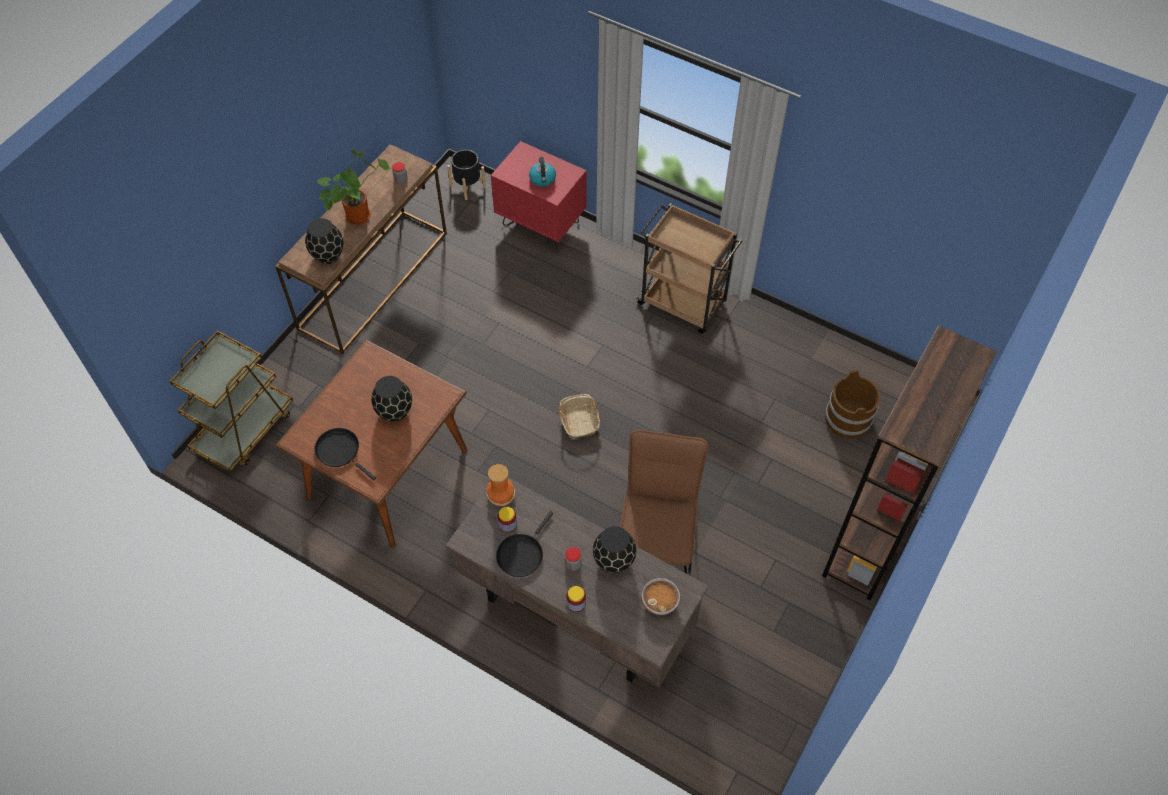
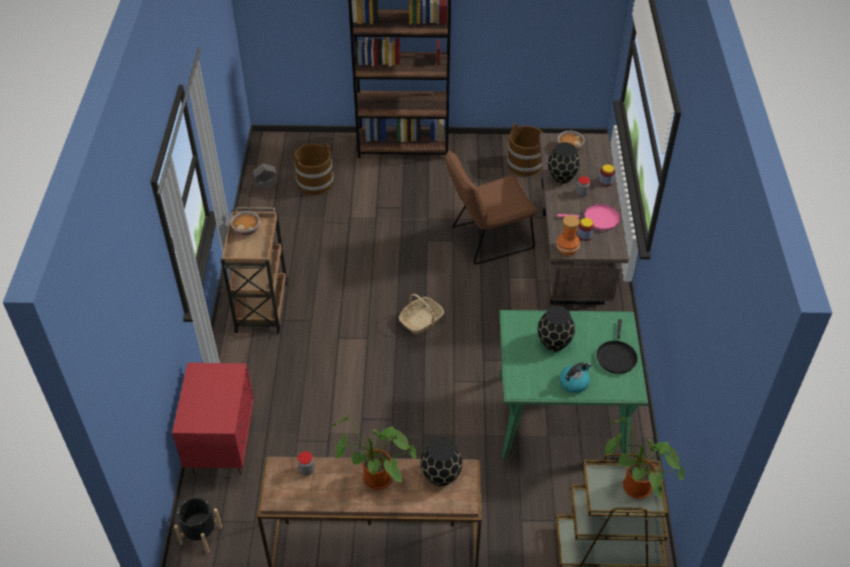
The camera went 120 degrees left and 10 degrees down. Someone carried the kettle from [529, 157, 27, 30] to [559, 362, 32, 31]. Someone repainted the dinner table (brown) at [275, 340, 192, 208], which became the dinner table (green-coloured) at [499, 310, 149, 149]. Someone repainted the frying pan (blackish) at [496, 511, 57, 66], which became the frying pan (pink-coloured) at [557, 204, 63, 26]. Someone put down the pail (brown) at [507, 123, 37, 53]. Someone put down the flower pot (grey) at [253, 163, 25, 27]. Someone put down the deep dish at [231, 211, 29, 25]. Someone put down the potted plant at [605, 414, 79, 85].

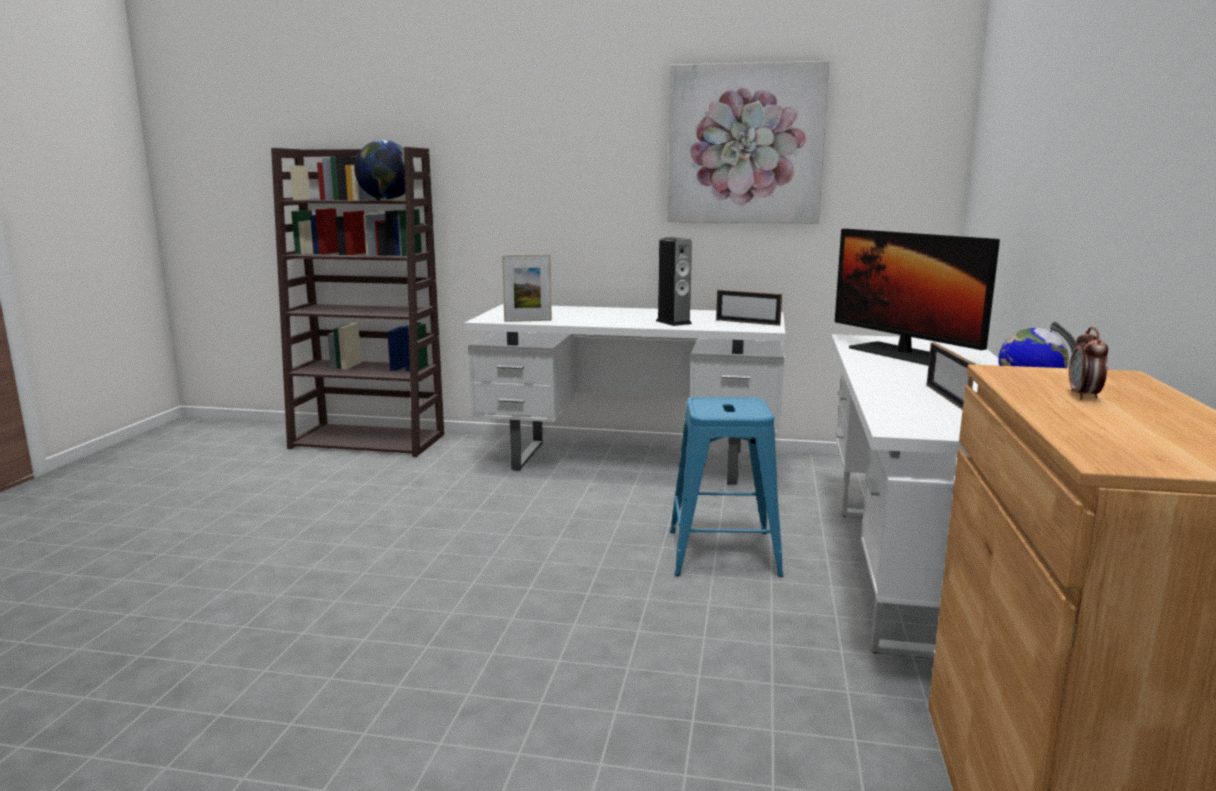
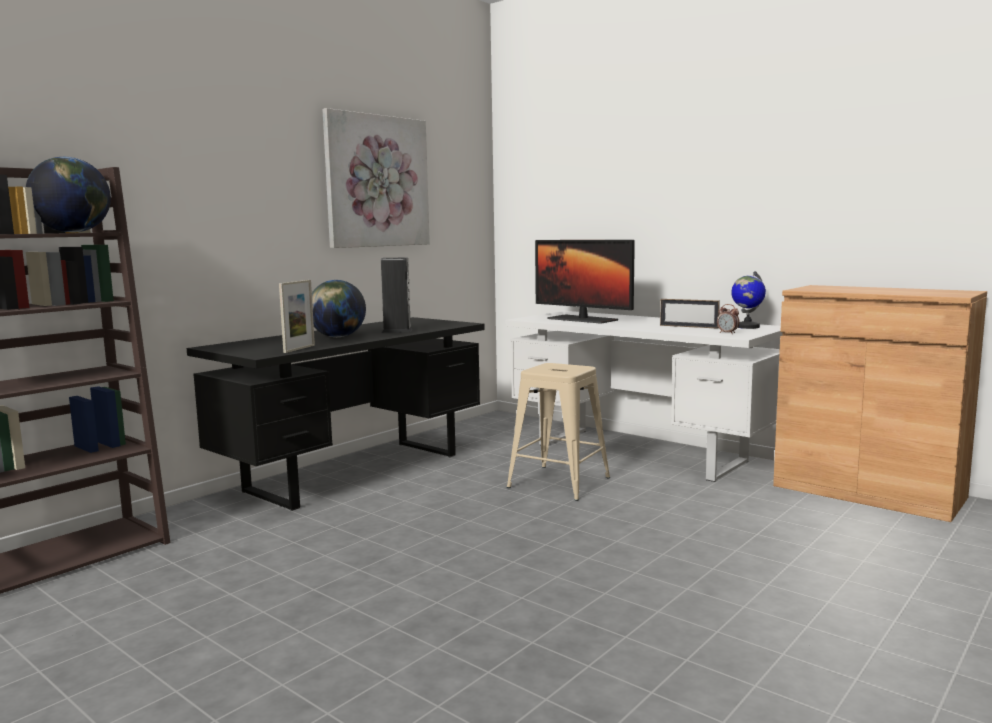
The camera went 60 degrees left and 5 degrees down. Someone rotated the computer screen at [835, 229, 165, 137] by 45 degrees clockwise. Someone took away the standing frame at [716, 290, 66, 36]. Someone repainted the desk (whitish) at [464, 304, 322, 181], which became the desk (blackish) at [187, 317, 298, 194]. Someone carried the table clock from [1069, 327, 39, 73] to [717, 304, 23, 30]. Someone repainted the sitting stool (blue) at [670, 397, 114, 180], which became the sitting stool (beige-coloured) at [507, 363, 103, 138]. Someone put down the world globe at [312, 280, 54, 57].

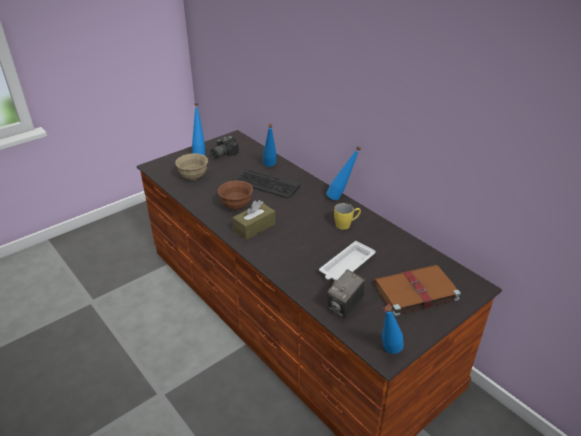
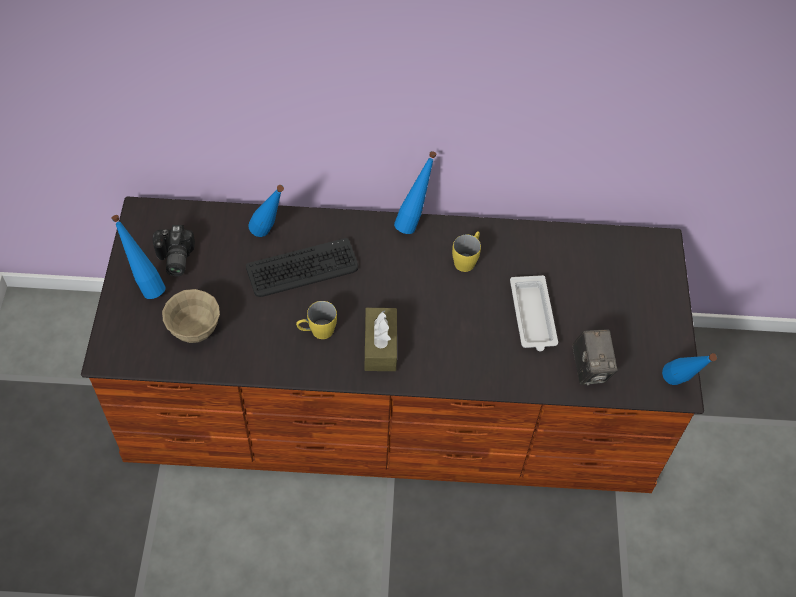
The camera went 50 degrees left and 20 degrees up. Someone swapped the deep dish (brown) at [218, 180, 35, 30] for the tea mug (yellowish) at [296, 301, 41, 38]. Someone took away the volume (brown) at [374, 265, 87, 51].

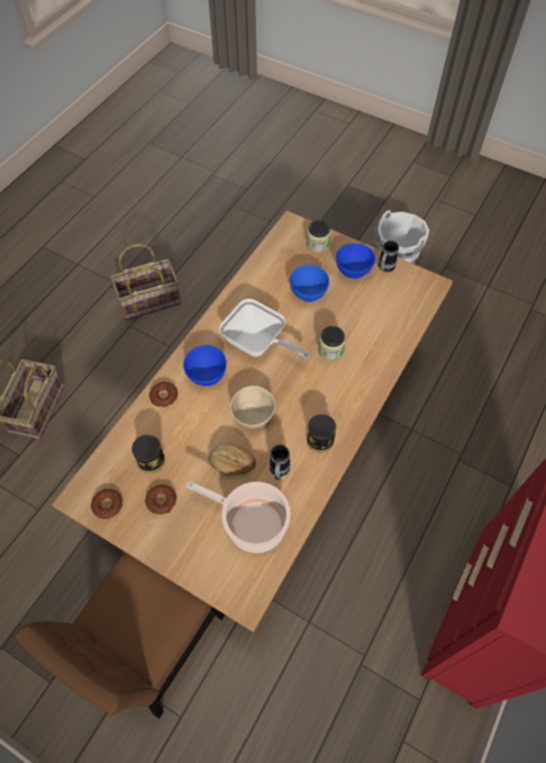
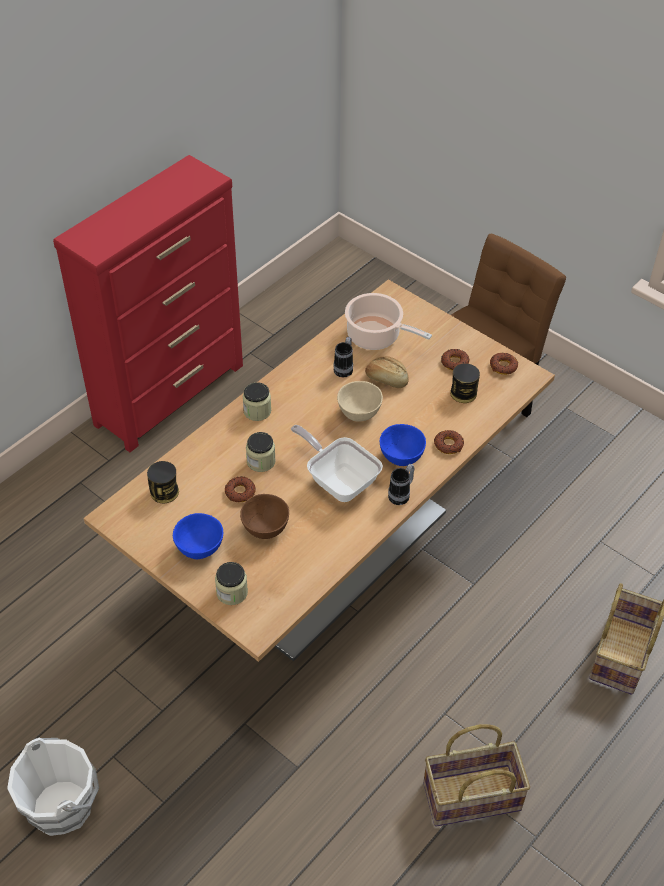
The camera went 170 degrees left and 10 degrees down. Someone carried the tea mug from [378, 241, 21, 31] to [388, 464, 27, 41]. Someone repainted the deep dish (blue) at [289, 265, 40, 37], which became the deep dish (brown) at [240, 494, 49, 45]. Someone carried the can from [307, 414, 29, 38] to [147, 461, 32, 42]. Someone put down the preserve jar at [243, 382, 28, 39]. Someone put down the donut at [225, 477, 31, 25].

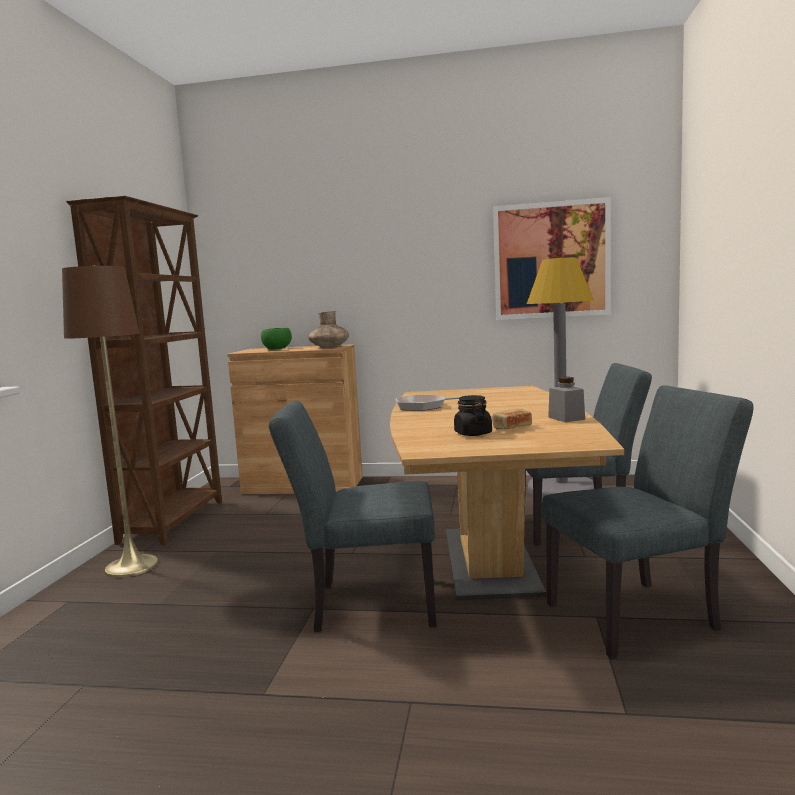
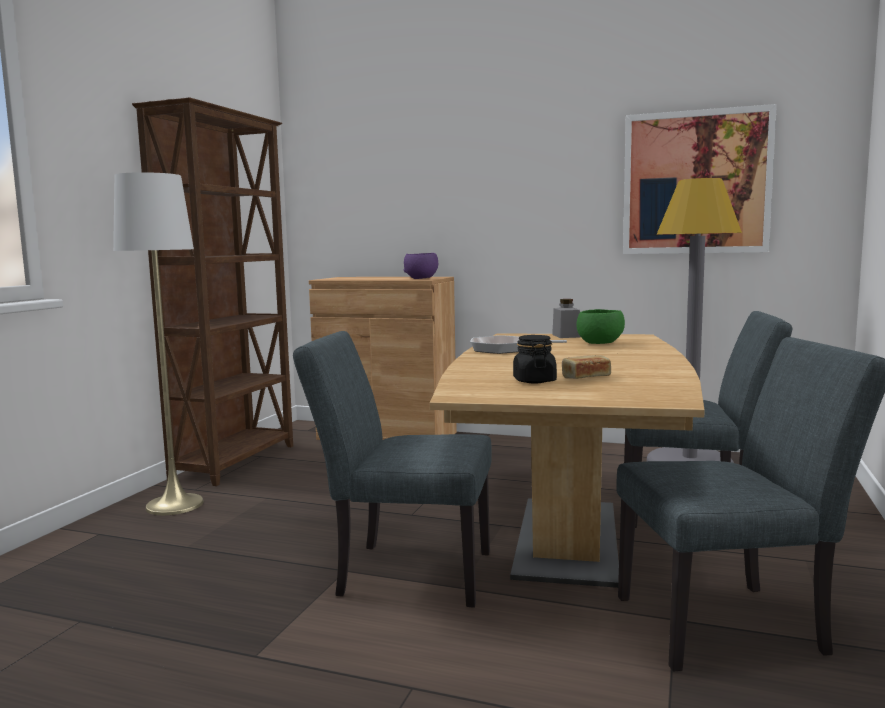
The camera went 10 degrees right and 0 degrees up. Someone repainted the standard lamp (brown) at [62, 265, 97, 313], which became the standard lamp (whitish) at [113, 172, 91, 343]. Someone swapped the decorative vase (brown) at [308, 311, 41, 37] for the deep dish (purple) at [403, 253, 35, 26]. Someone carried the deep dish (green-coloured) from [261, 328, 31, 22] to [576, 309, 49, 35]. Someone carried the preserve jar (grey) from [548, 377, 37, 45] to [552, 299, 28, 39].

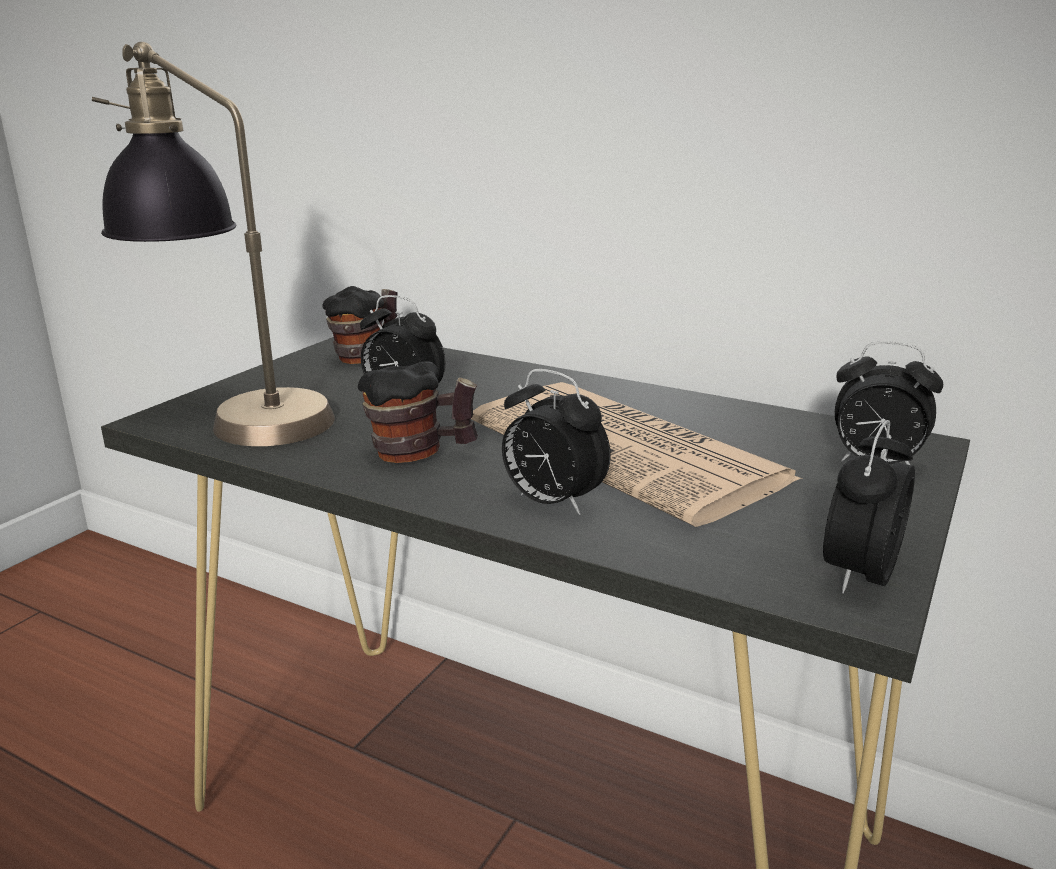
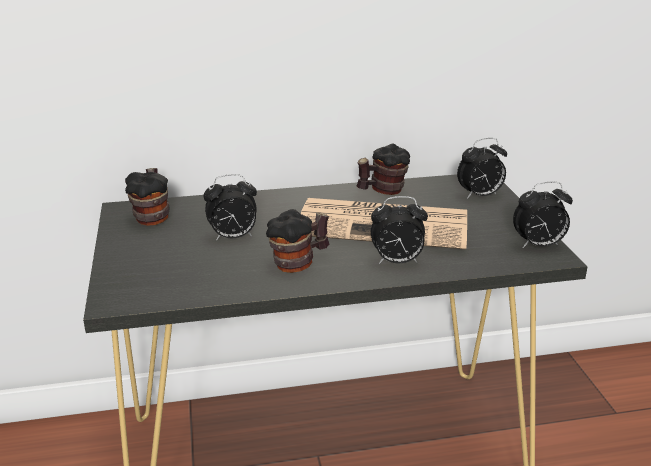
The camera went 40 degrees left and 5 degrees up. Someone took away the tabletop lamp at [92, 42, 243, 404]. Someone rotated the table clock at [823, 420, 92, 174] by 90 degrees counterclockwise. Someone put down the tea mug at [357, 144, 53, 51].

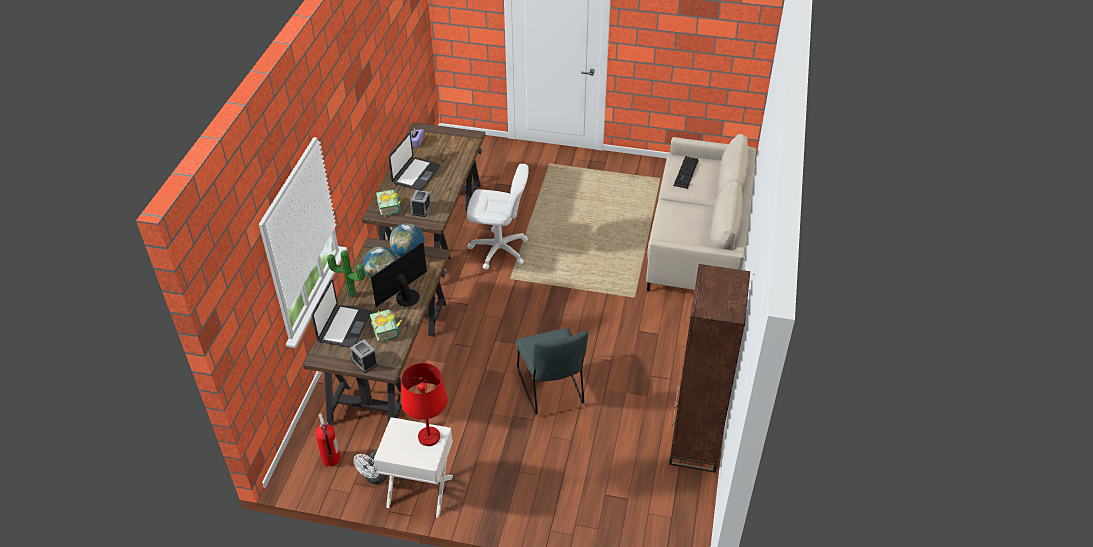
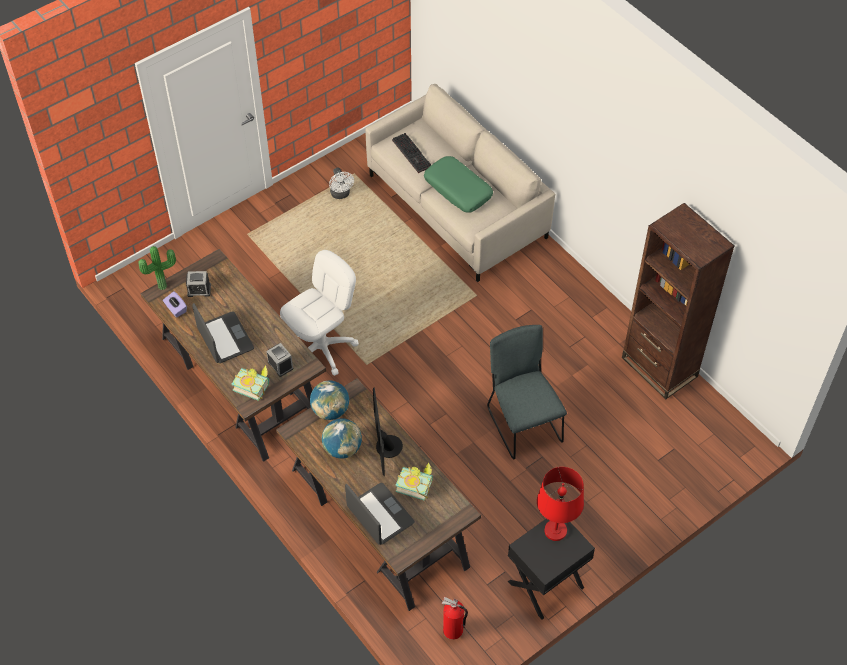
The camera went 50 degrees left and 10 degrees up. Someone carried the potted plant from [327, 250, 38, 48] to [138, 246, 38, 44]. Someone rotated the chair (grey) at [516, 328, 73, 87] by 135 degrees counterclockwise. Someone carried the table clock from [350, 339, 28, 34] to [186, 271, 25, 26]. Someone repainted the bedside table (whitish) at [374, 417, 79, 101], which became the bedside table (blackish) at [508, 519, 87, 100]. Someone carried the electric fan (whitish) from [353, 449, 35, 36] to [329, 168, 25, 31]. Someone put down the cushion (green-coloured) at [424, 156, 69, 56].

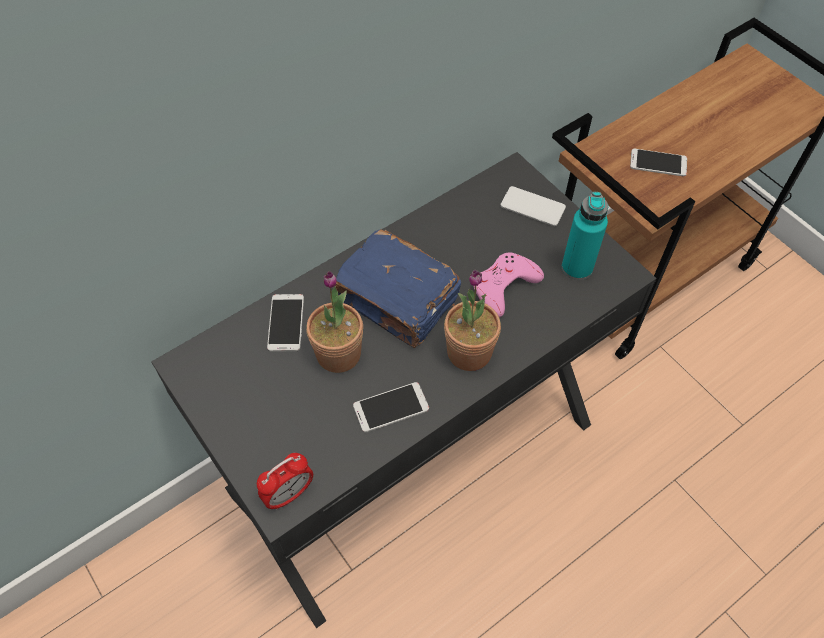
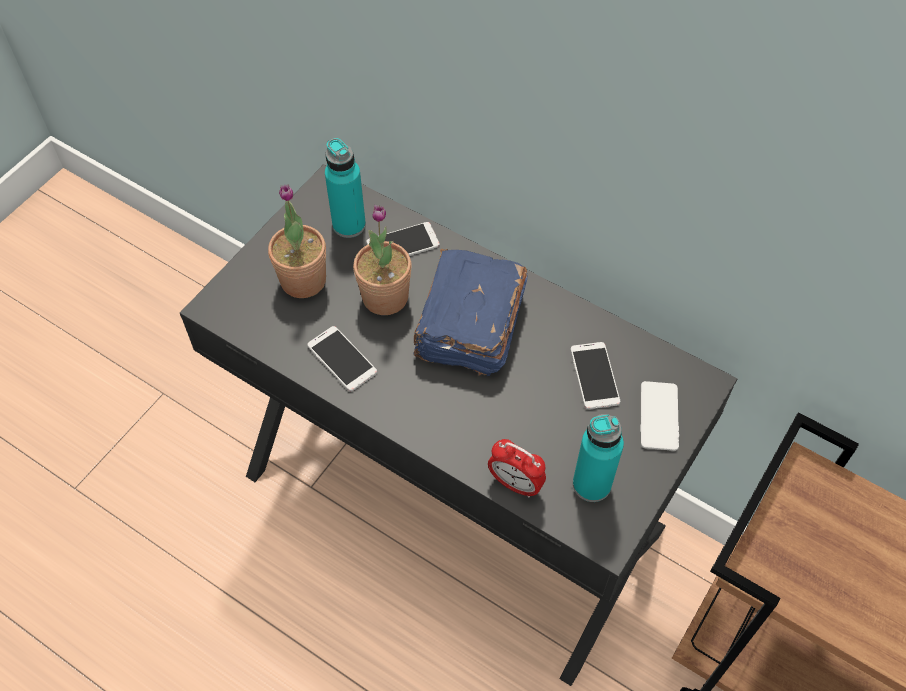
The camera went 70 degrees right and 0 degrees up. Someone carried the phone from [630, 149, 57, 28] to [570, 342, 50, 67]. Someone took away the gamepad (pink-coloured) at [474, 252, 70, 66]. Someone carried the potted plant from [444, 269, 57, 102] to [268, 184, 58, 114]. Someone carried the table clock from [257, 453, 56, 57] to [488, 439, 58, 58]. Someone put down the bottle (blue-green) at [325, 138, 41, 100].

